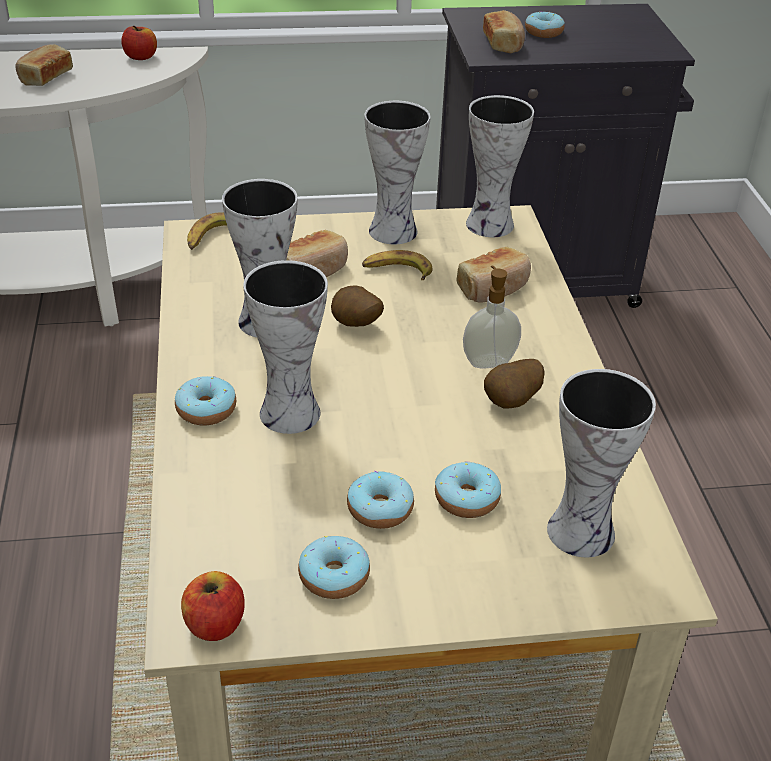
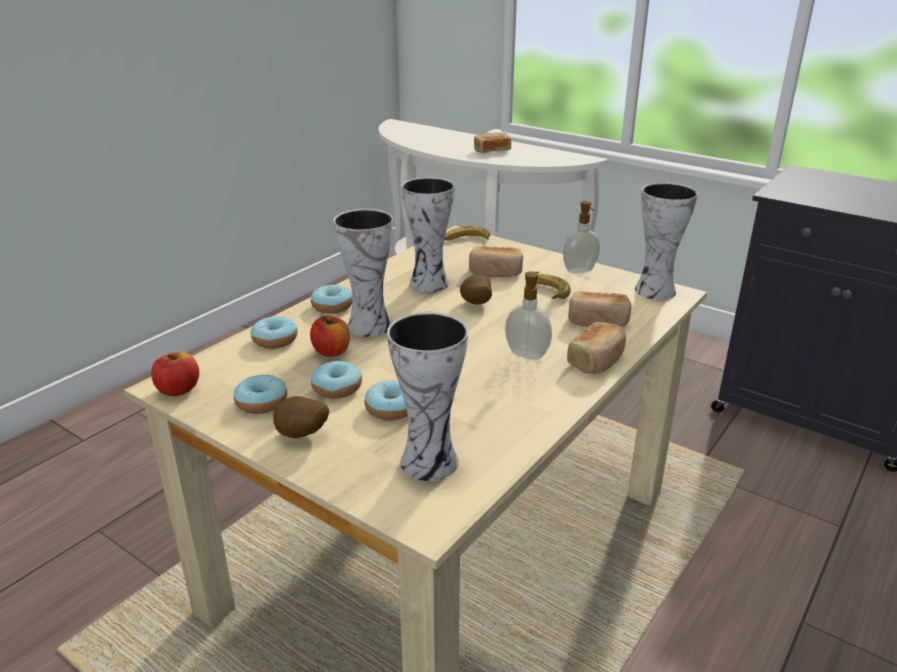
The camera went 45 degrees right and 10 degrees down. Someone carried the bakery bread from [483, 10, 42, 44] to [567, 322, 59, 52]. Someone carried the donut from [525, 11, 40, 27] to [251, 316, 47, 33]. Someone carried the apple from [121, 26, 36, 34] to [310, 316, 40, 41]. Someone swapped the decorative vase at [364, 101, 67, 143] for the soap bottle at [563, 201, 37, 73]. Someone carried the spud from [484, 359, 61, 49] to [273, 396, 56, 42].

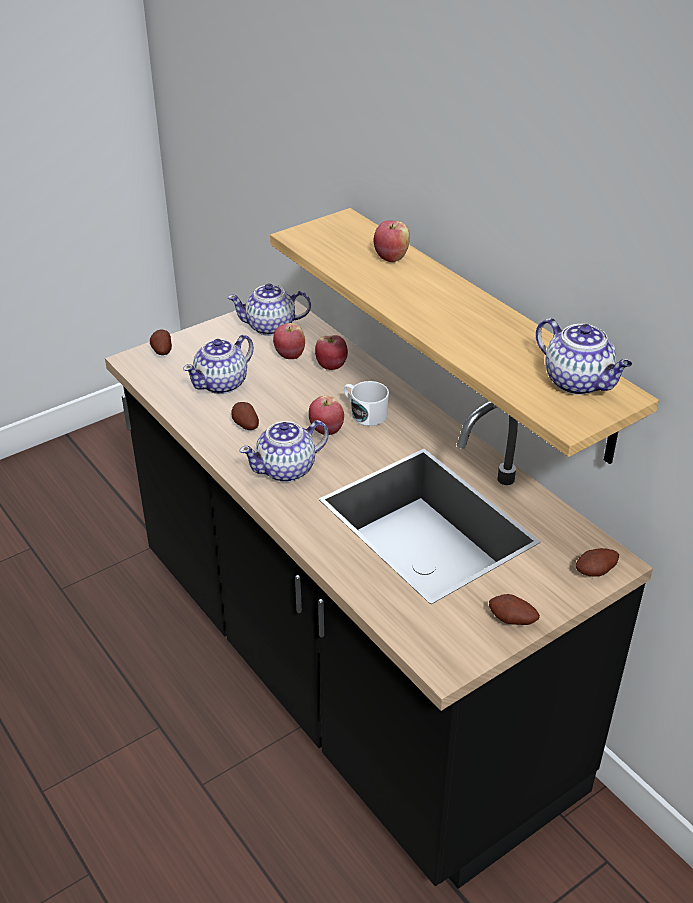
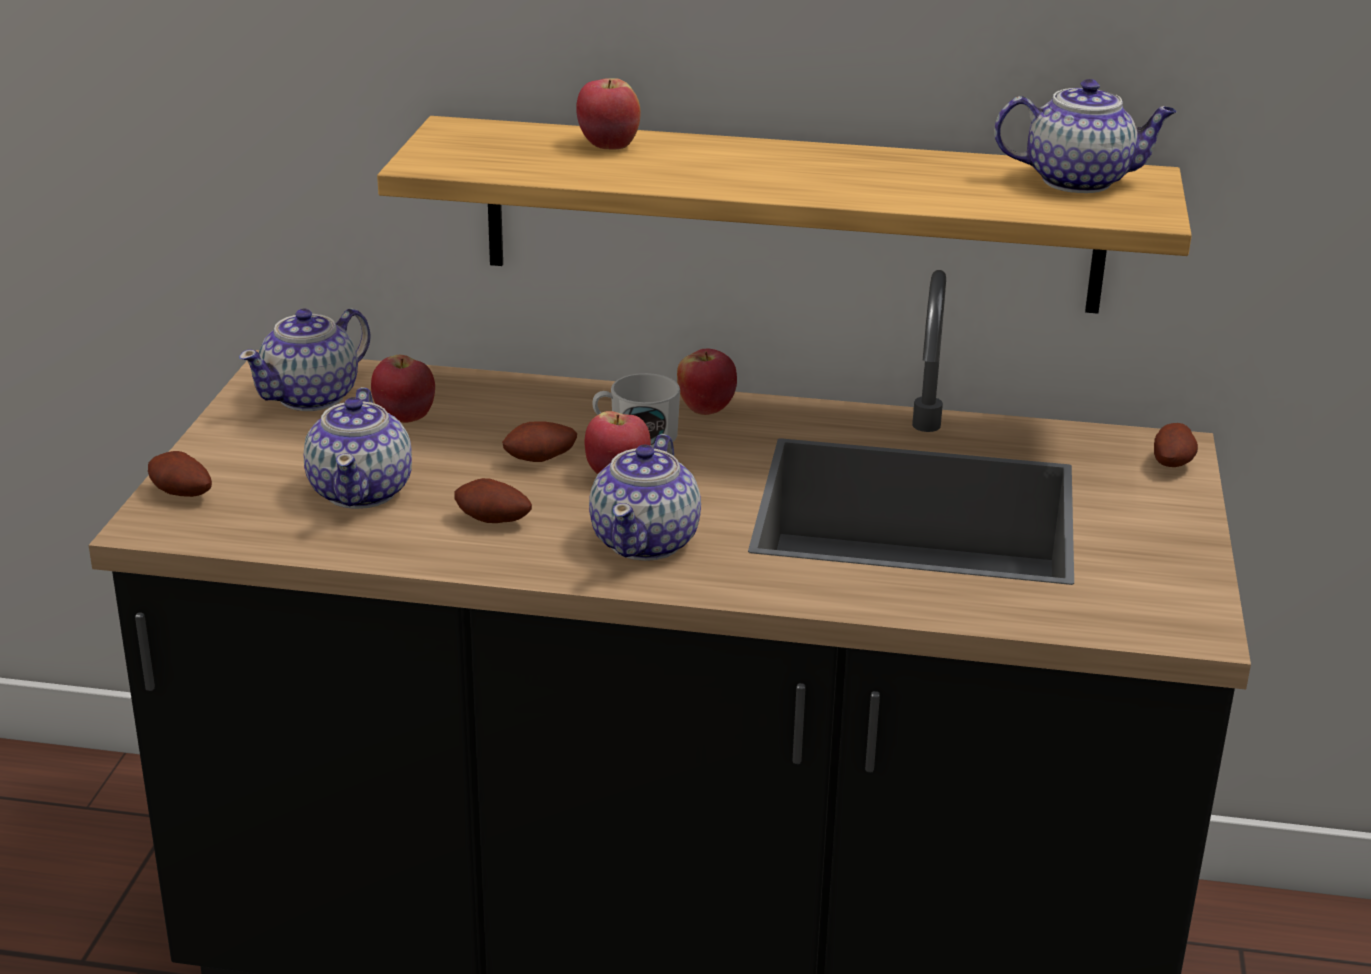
The camera went 45 degrees left and 10 degrees down. Someone carried the apple from [315, 335, 33, 35] to [677, 349, 60, 66]. Someone carried the spud from [489, 594, 51, 31] to [502, 421, 75, 41].

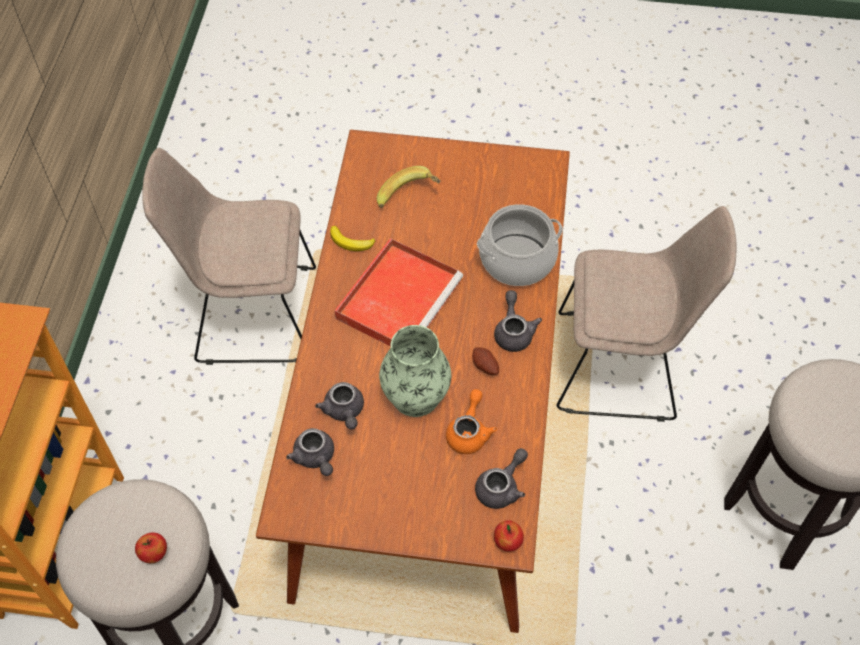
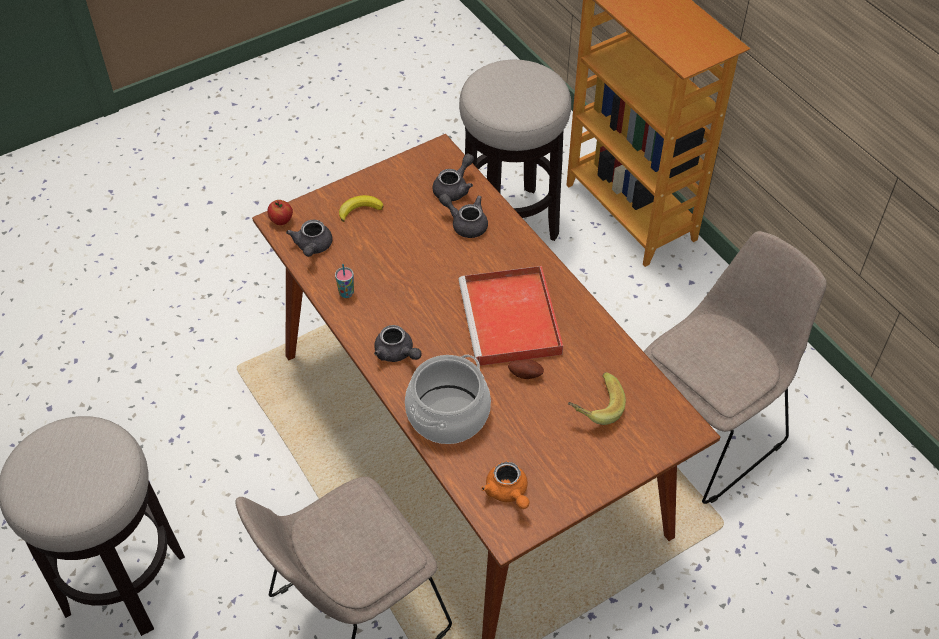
The camera went 140 degrees right and 5 degrees down. Someone carried the banana from [330, 226, 45, 25] to [339, 195, 44, 27]. Someone took away the decorative vase at [379, 325, 72, 92]. Someone carried the spud from [472, 347, 27, 28] to [508, 359, 36, 20]. Someone carried the tea pot (orange-coloured) from [446, 389, 51, 65] to [481, 461, 49, 48]. Someone rotated the tea pot (grey) at [286, 428, 48, 48] by 105 degrees clockwise. Someone took away the apple at [135, 532, 32, 31]. Someone put down the drinking cup at [335, 264, 19, 34].

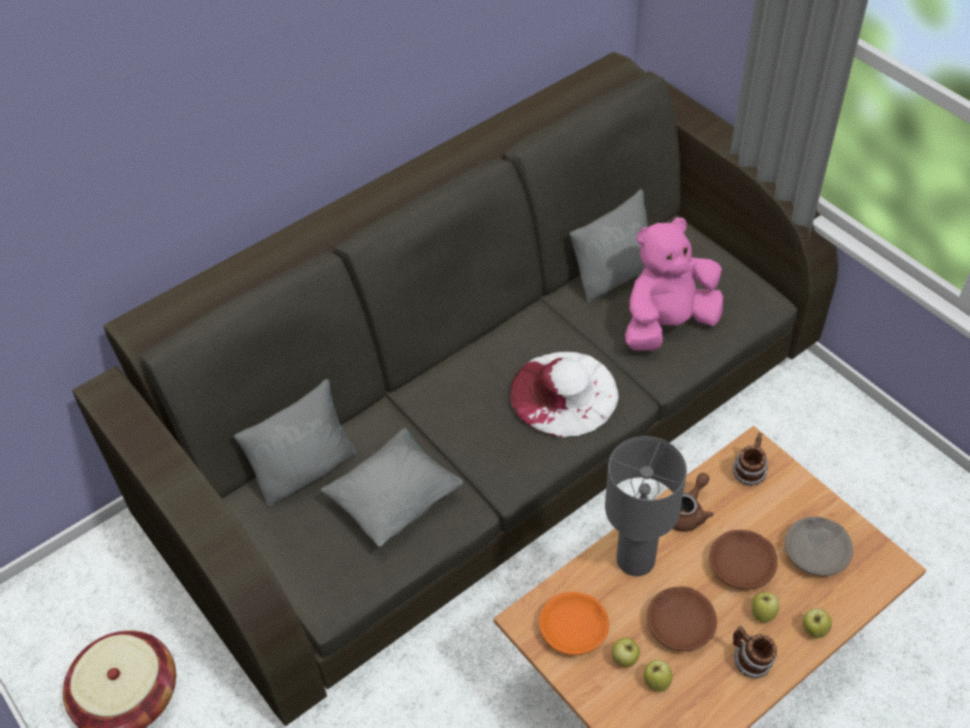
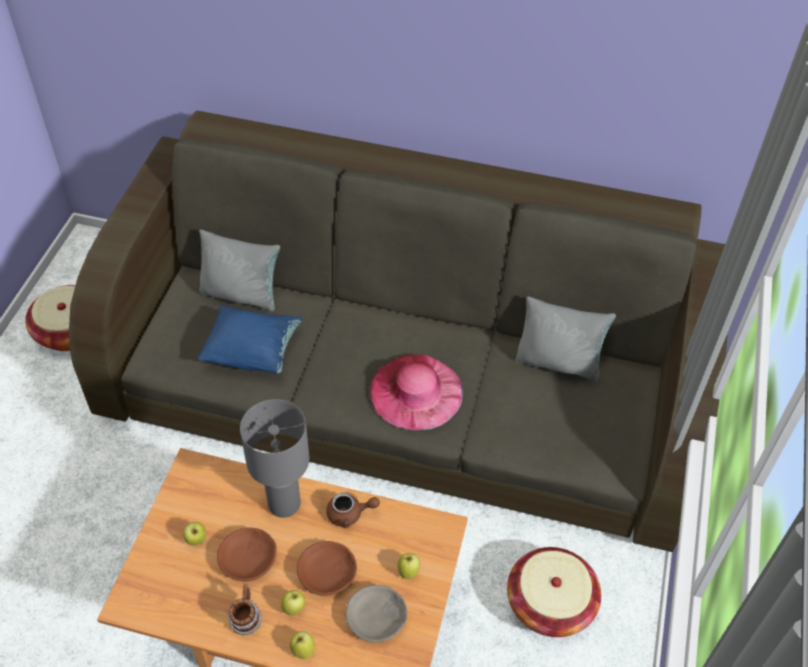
The camera went 50 degrees right and 0 degrees up. Someone took away the cuddly toy (pink-coloured) at [625, 217, 98, 133]. Someone repainted the clothing hat (whitish) at [510, 352, 109, 85], which became the clothing hat (pink-coloured) at [370, 354, 94, 76]. Someone repainted the cushion (grey) at [321, 428, 142, 118], which became the cushion (blue) at [198, 305, 104, 69]. Someone took away the tea mug at [733, 433, 35, 53]. Someone took away the deep dish (orange-coloured) at [539, 592, 70, 63]. Someone carried the apple from [644, 660, 28, 32] to [397, 553, 23, 26]. Someone put down the household basket at [507, 547, 94, 90].

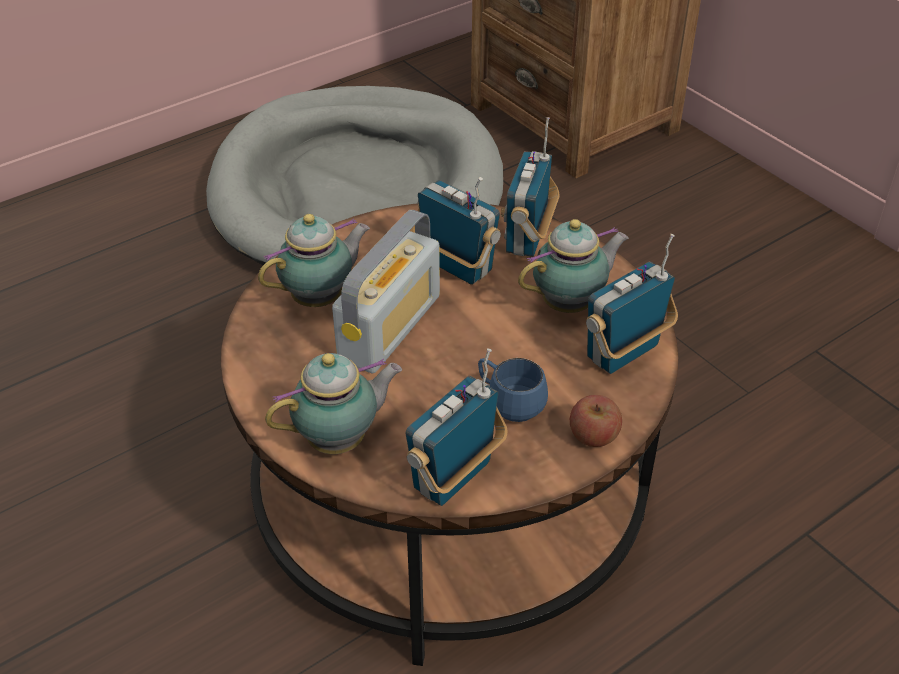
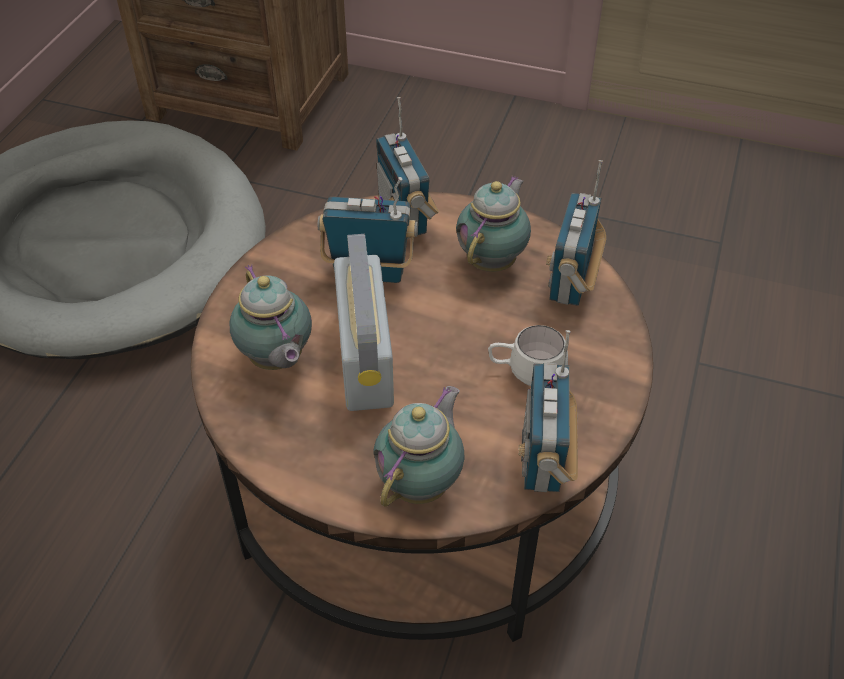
The camera went 35 degrees left and 5 degrees up. Someone rotated the tea pot at [258, 214, 112, 93] by 135 degrees clockwise. Someone repainted the tea mug (blue) at [478, 358, 70, 64], which became the tea mug (whitish) at [488, 325, 80, 61]. Someone took away the apple at [570, 395, 52, 52].

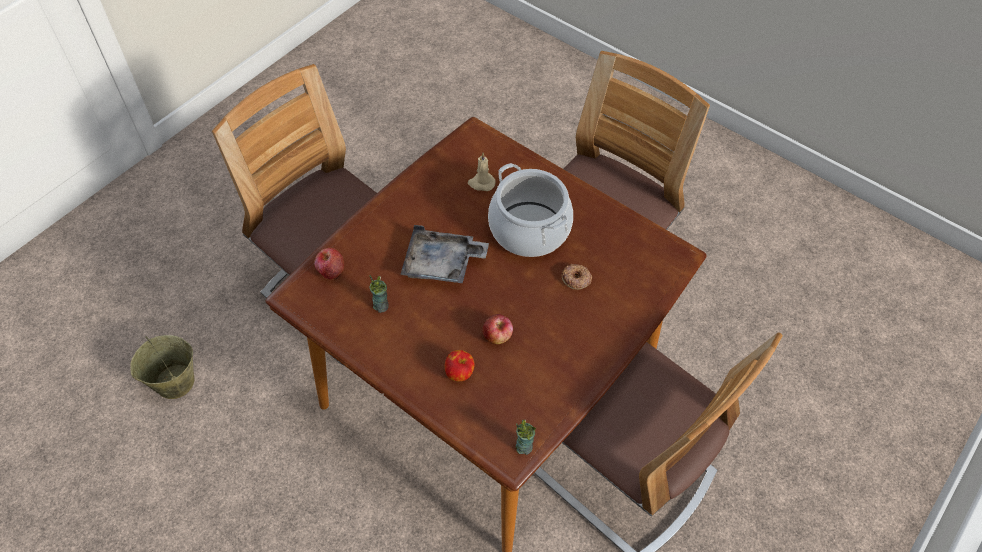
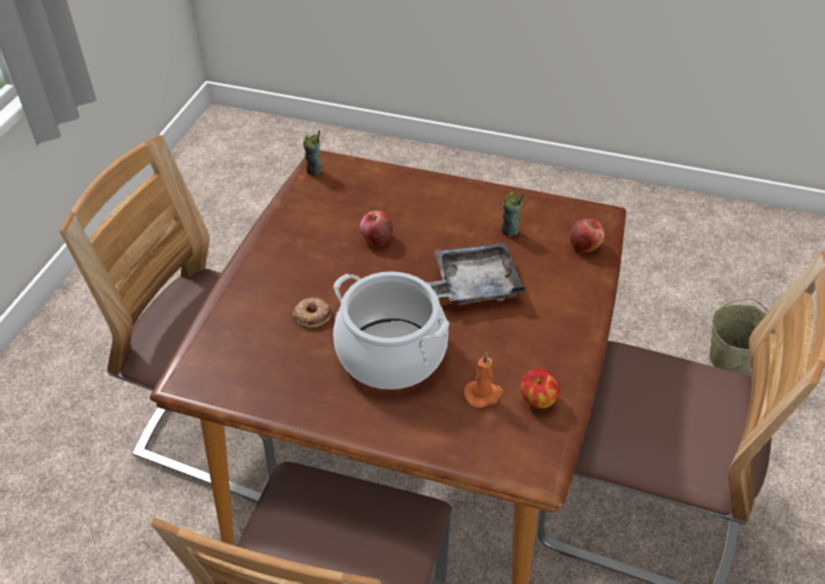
The camera went 160 degrees right and 10 degrees down. Someone repainted the wax candle (beige-coloured) at [468, 153, 28, 38], which became the wax candle (orange-coloured) at [463, 352, 40, 56]. Someone carried the apple from [445, 350, 30, 31] to [521, 369, 39, 39].

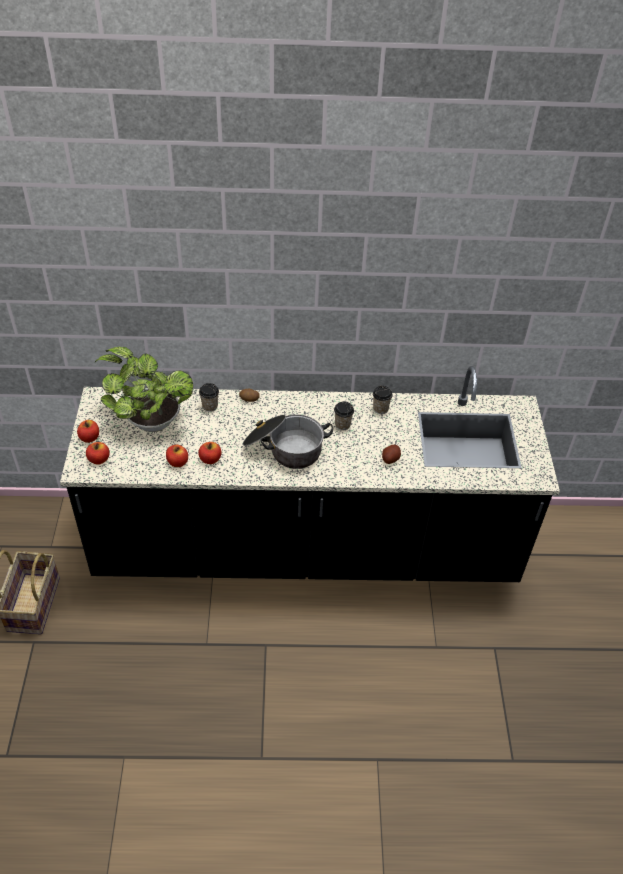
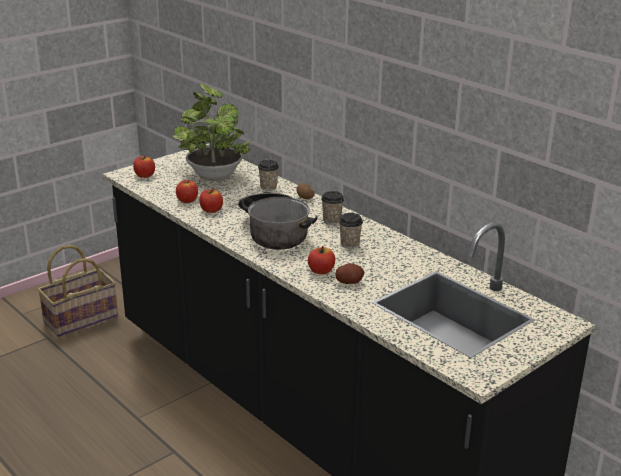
The camera went 50 degrees right and 20 degrees down. Someone carried the drinking cup from [373, 386, 20, 28] to [321, 191, 23, 34]. Someone carried the apple from [77, 420, 22, 23] to [308, 246, 27, 28].

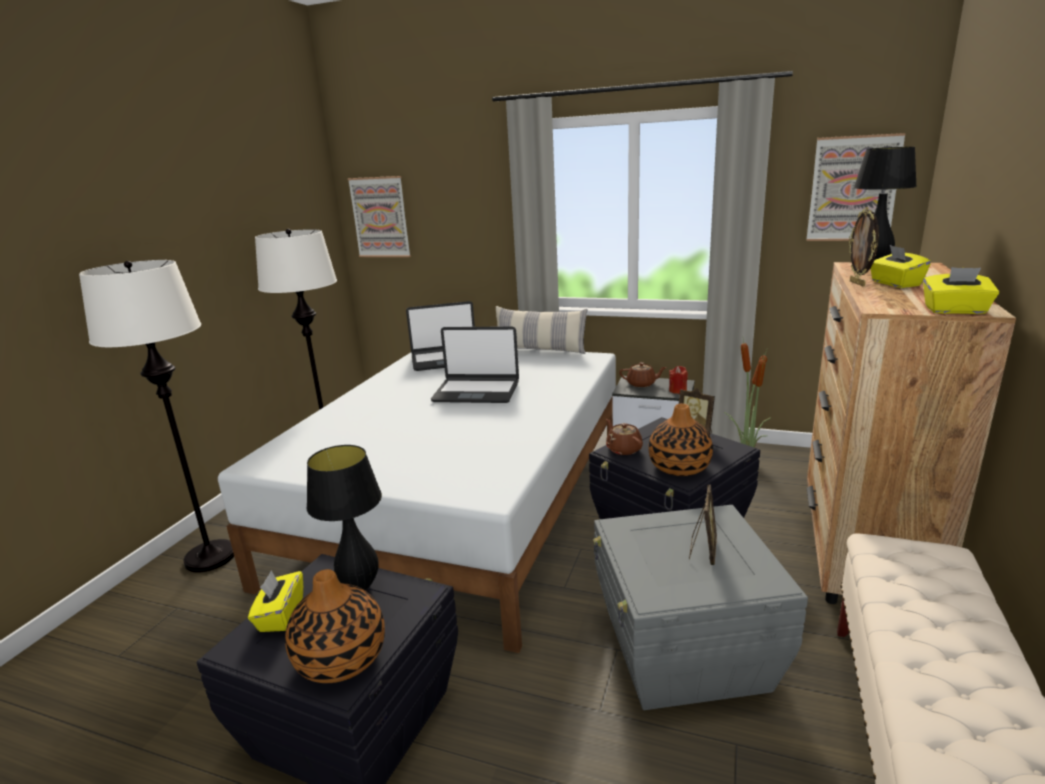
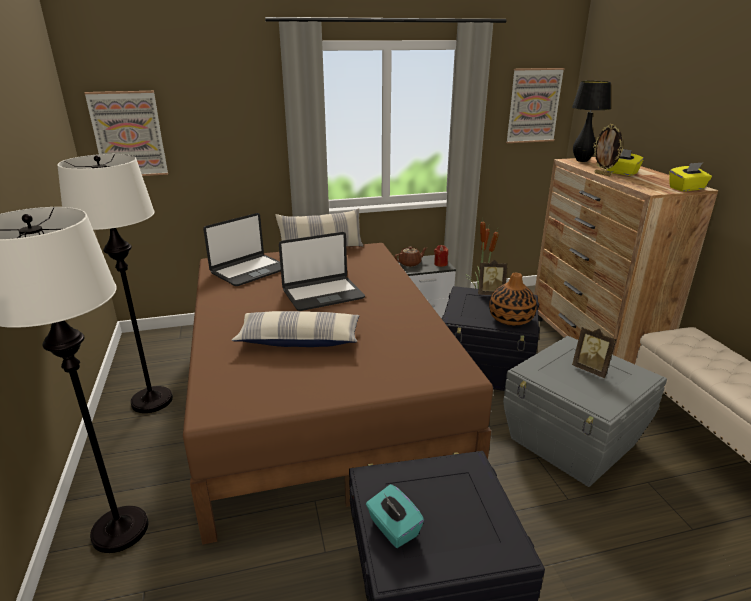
The camera went 35 degrees left and 5 degrees up. Someone repainted the sleeping bed (whitish) at [218, 349, 398, 304], which became the sleeping bed (brown) at [183, 243, 310, 302]. Someone took away the tea pot (brown) at [606, 419, 37, 36]. Someone took away the tabletop lamp (blackish) at [306, 445, 76, 145]. Someone rotated the standing frame at [689, 485, 28, 80] by 150 degrees clockwise. Someone took away the decorative vase at [285, 569, 100, 114]. Someone repainted the tissue box (yellowish) at [248, 570, 55, 62], which became the tissue box (blue-green) at [366, 484, 58, 64]. Someone put down the cushion at [231, 311, 128, 36].

